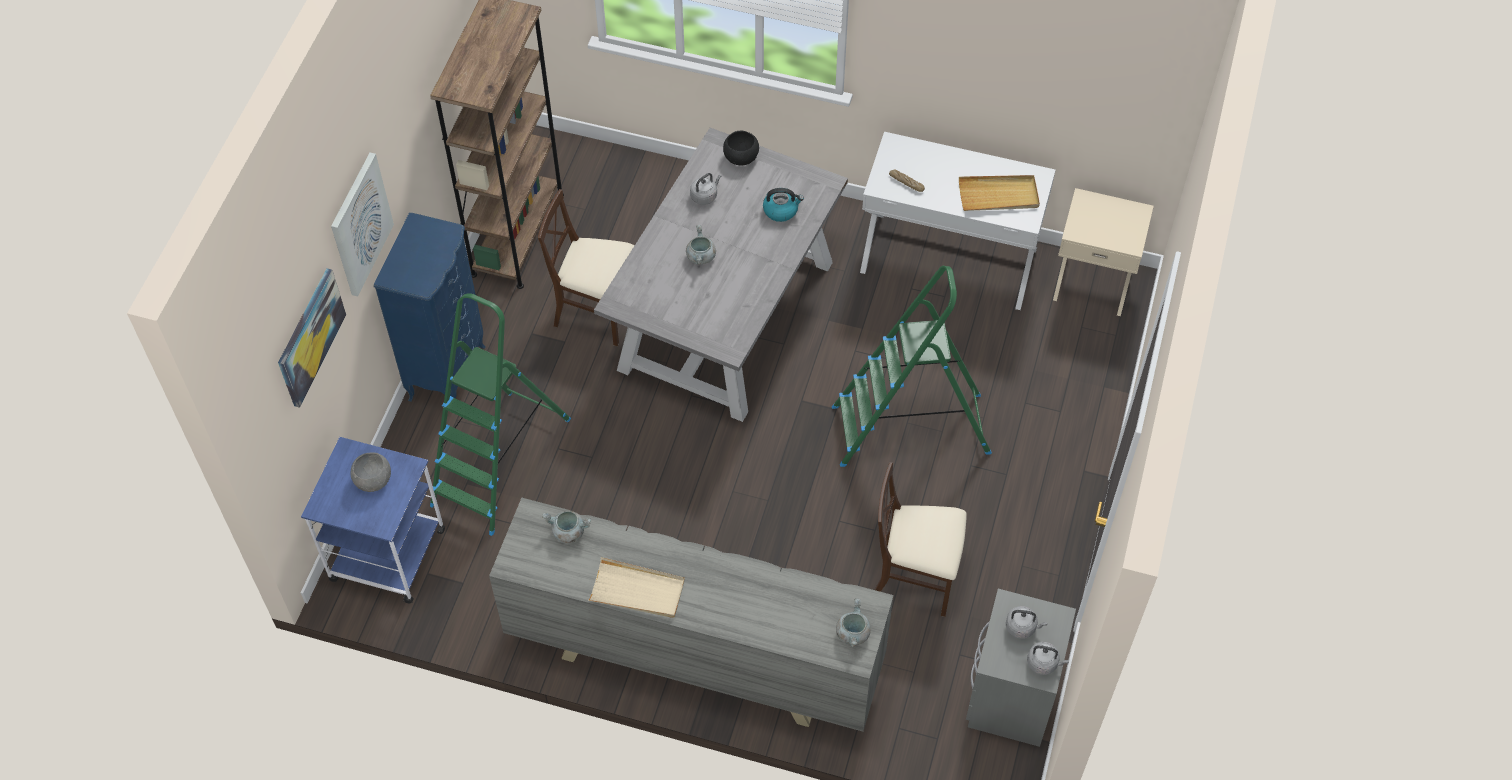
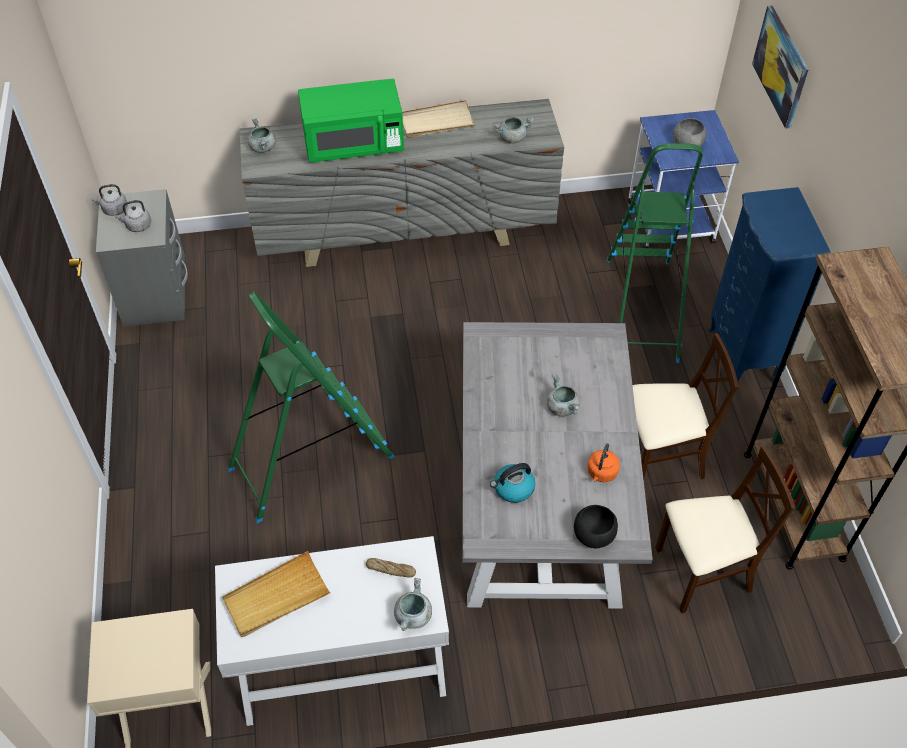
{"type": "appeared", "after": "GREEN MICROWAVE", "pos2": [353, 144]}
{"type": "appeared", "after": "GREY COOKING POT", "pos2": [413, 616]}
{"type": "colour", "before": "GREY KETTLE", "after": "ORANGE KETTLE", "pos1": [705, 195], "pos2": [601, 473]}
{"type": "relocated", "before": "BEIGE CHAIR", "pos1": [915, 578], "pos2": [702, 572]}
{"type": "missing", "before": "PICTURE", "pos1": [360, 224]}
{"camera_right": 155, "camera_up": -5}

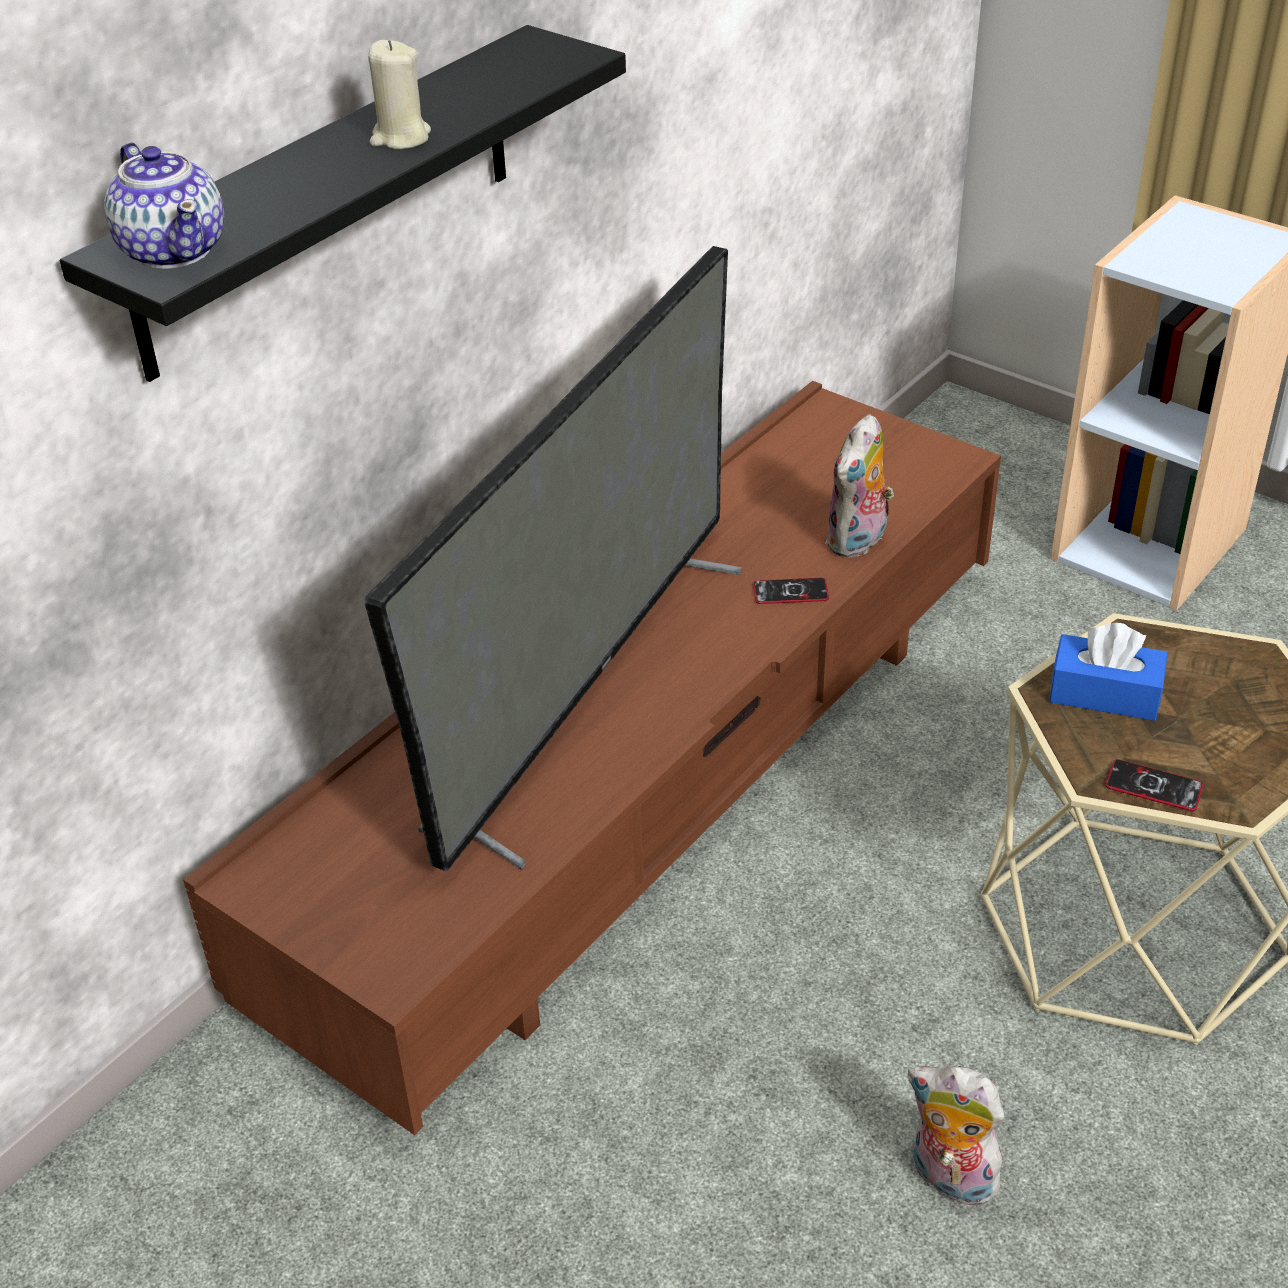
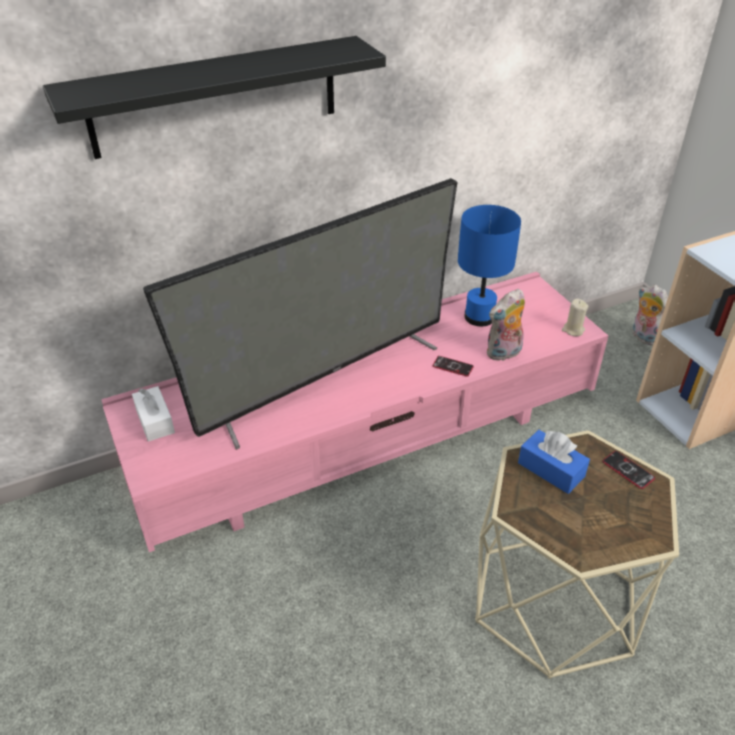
{"type": "colour", "before": "BROWN TV STAND", "after": "PINK TV STAND", "pos1": [646, 779], "pos2": [367, 435]}
{"type": "appeared", "after": "WHITE TISSUE BOX", "pos2": [155, 421]}
{"type": "appeared", "after": "BLUE TABLE LAMP", "pos2": [479, 317]}
{"type": "relocated", "before": "BEIGE CANDLE", "pos1": [400, 138], "pos2": [573, 330]}
{"type": "relocated", "before": "PHONE", "pos1": [1153, 786], "pos2": [628, 470]}
{"type": "relocated", "before": "PLUSH TOY", "pos1": [949, 1178], "pos2": [642, 337]}
{"type": "missing", "before": "TEAPOT", "pos1": [174, 250]}
{"camera_right": 25, "camera_up": 0}

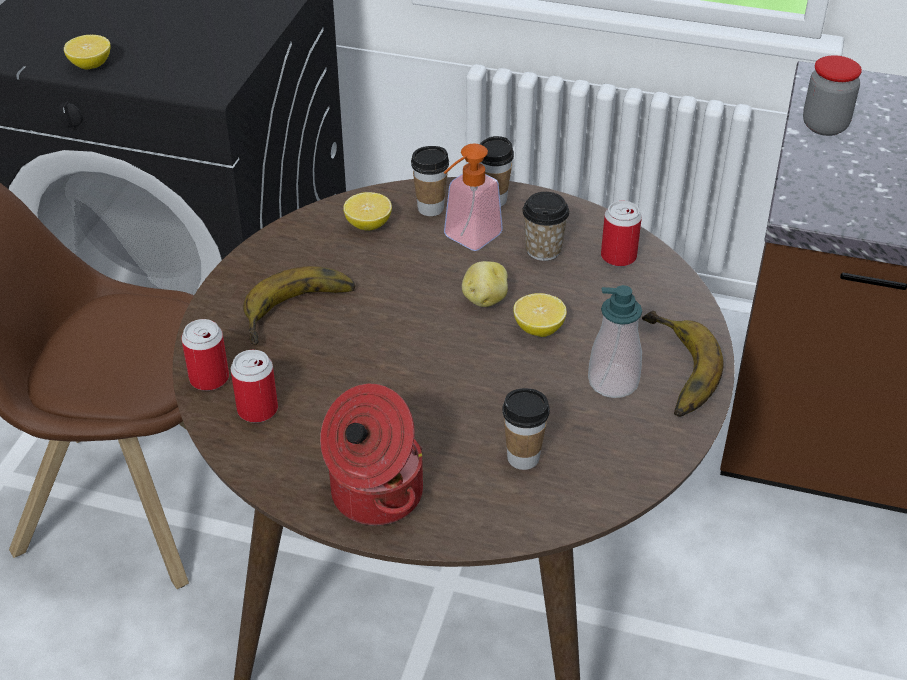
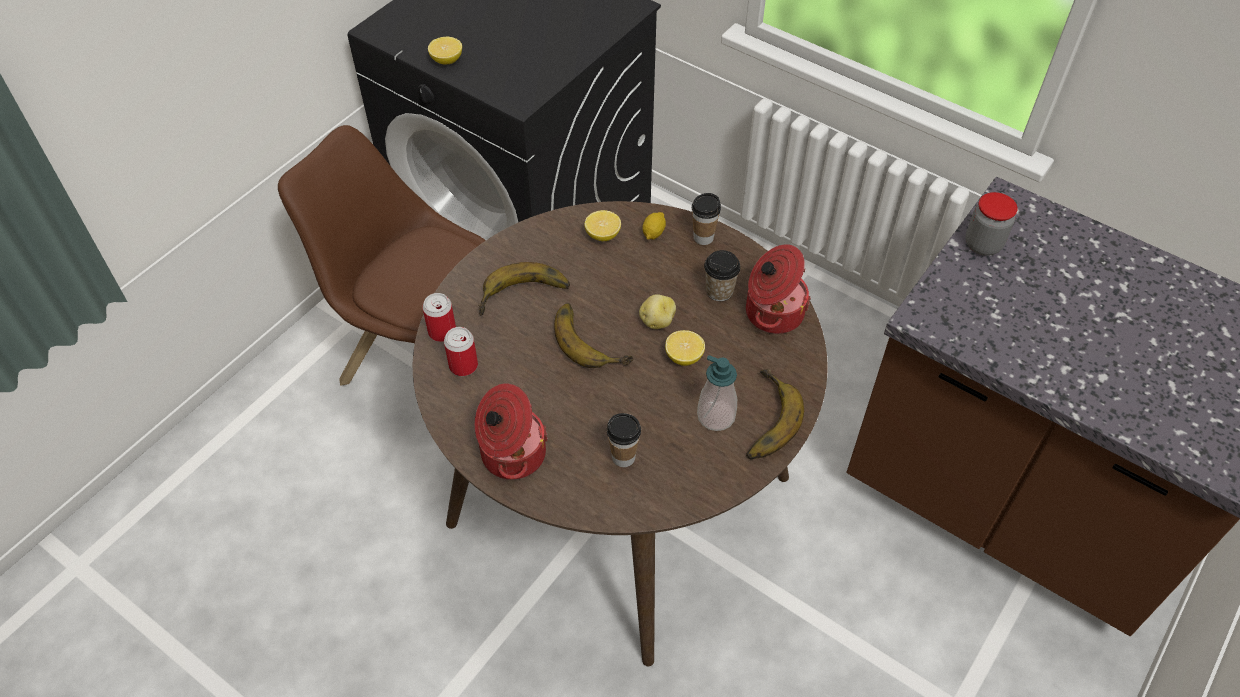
{"type": "appeared", "after": "BANANA", "pos2": [592, 338]}
{"type": "exchanged", "before": "CUP", "after": "LEMON", "pos1": [430, 208], "pos2": [653, 233]}
{"type": "exchanged", "before": "CAN", "after": "COOKING POT", "pos1": [618, 257], "pos2": [772, 312]}
{"type": "missing", "before": "SOAP DISPENSER", "pos1": [466, 240]}
{"camera_right": 20, "camera_up": 10}

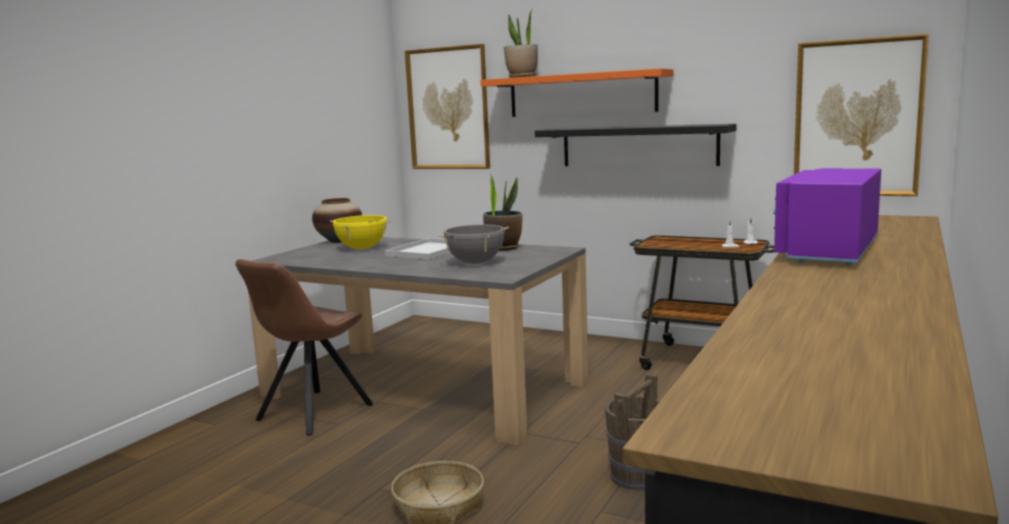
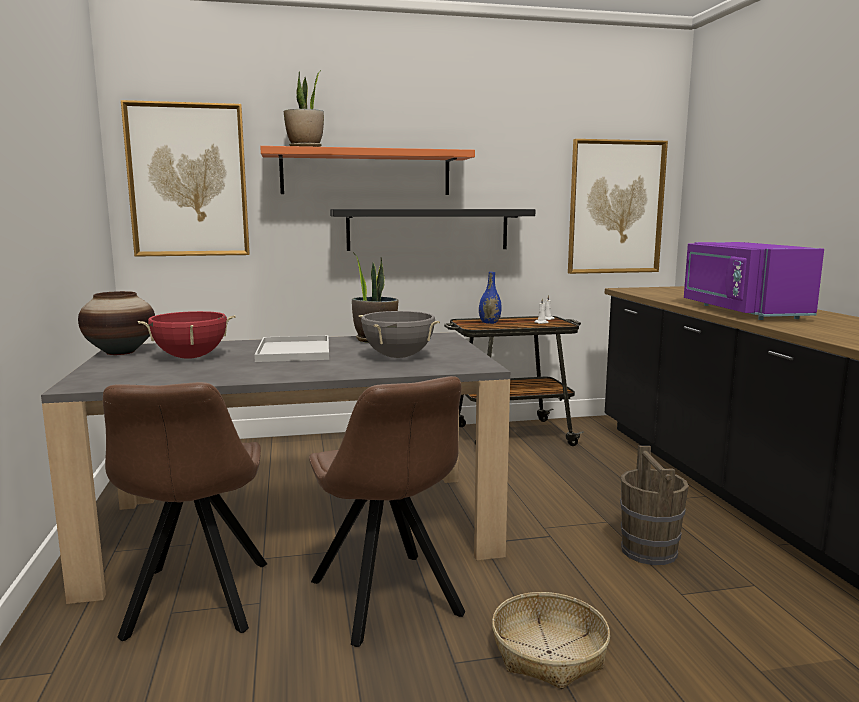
{"type": "colour", "before": "YELLOW COOKING POT", "after": "RED COOKING POT", "pos1": [362, 248], "pos2": [191, 357]}
{"type": "appeared", "after": "BROWN CHAIR", "pos2": [387, 598]}
{"type": "appeared", "after": "BLUE VASE", "pos2": [489, 322]}
{"camera_right": -40, "camera_up": 0}

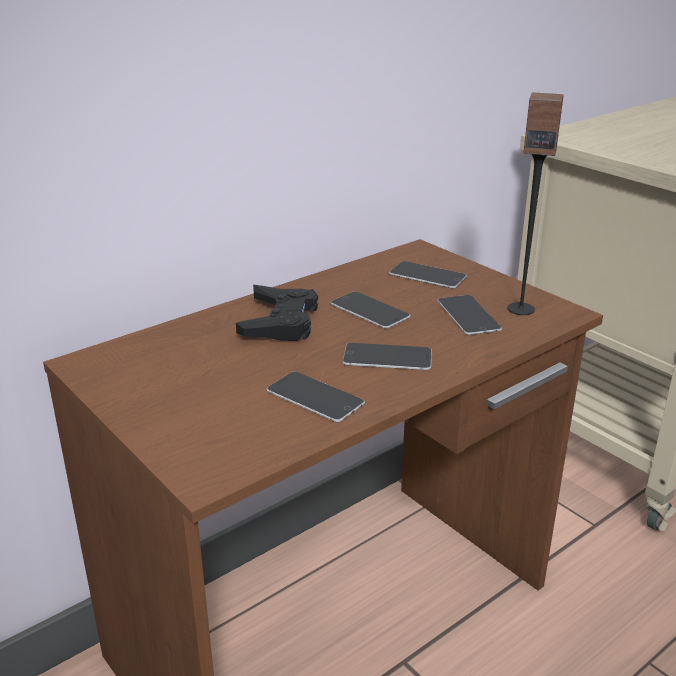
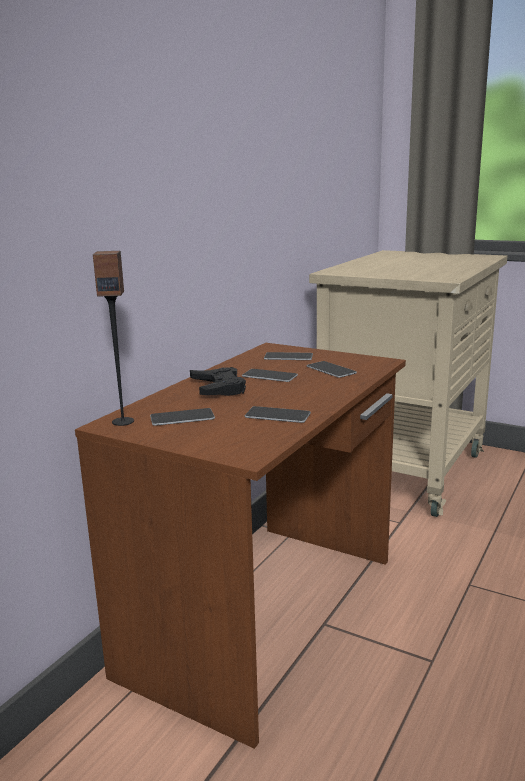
{"type": "relocated", "before": "SPEAKER", "pos1": [521, 309], "pos2": [123, 421]}
{"type": "relocated", "before": "PHONE", "pos1": [387, 357], "pos2": [182, 417]}
{"camera_right": -20, "camera_up": -10}

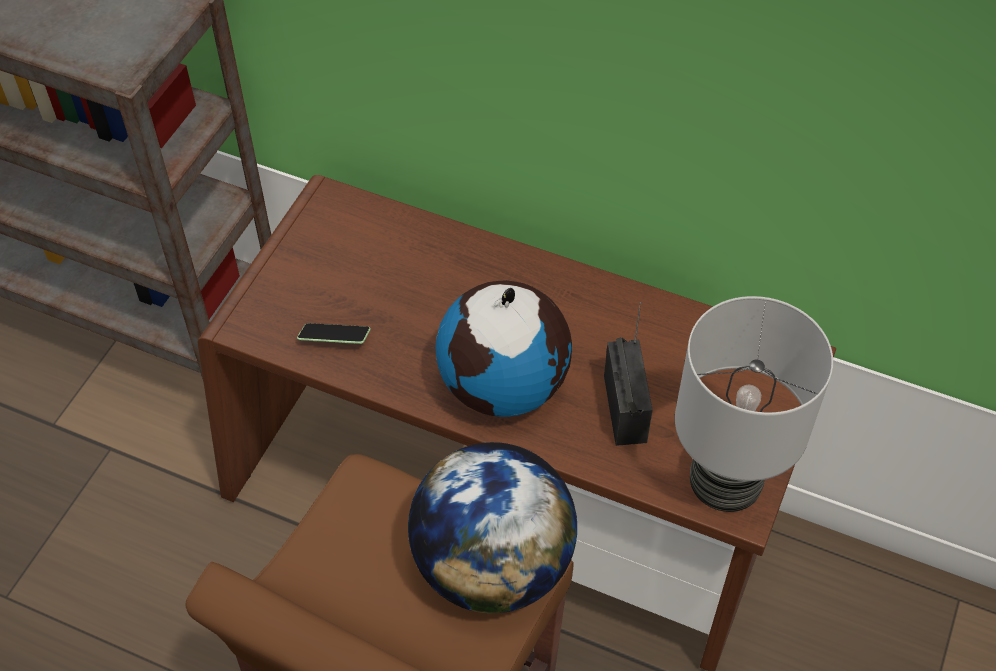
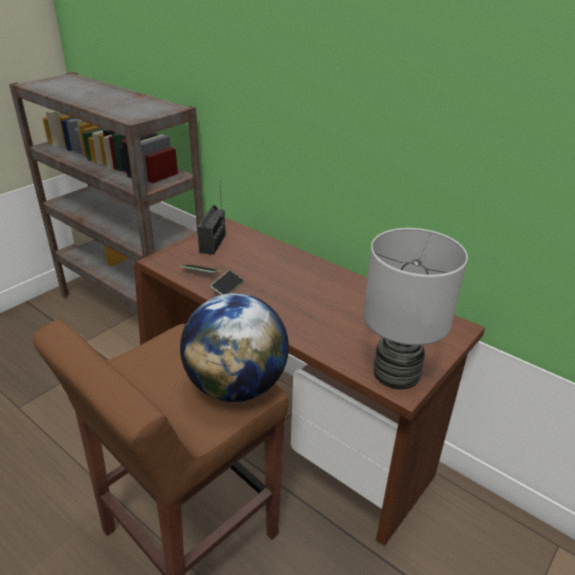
{"type": "relocated", "before": "RADIO", "pos1": [625, 409], "pos2": [213, 244]}
{"type": "appeared", "after": "PHONE", "pos2": [227, 288]}
{"type": "missing", "before": "GLOBE", "pos1": [505, 386]}
{"camera_right": 15, "camera_up": -20}

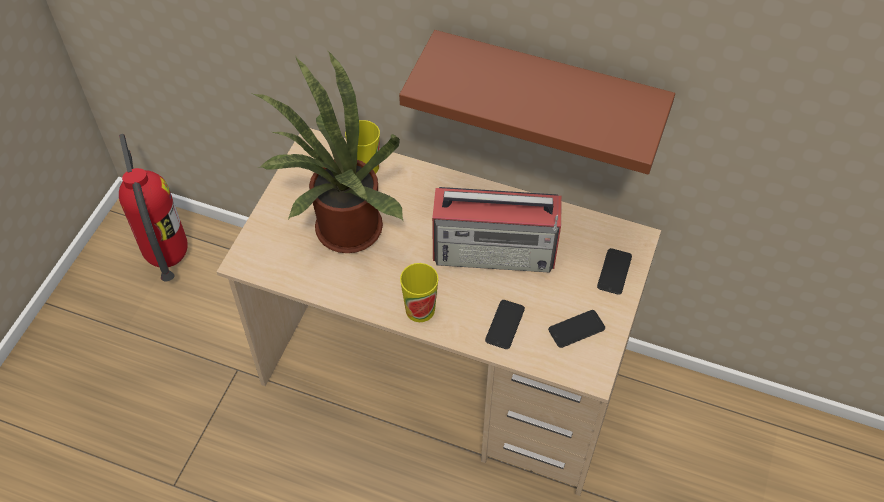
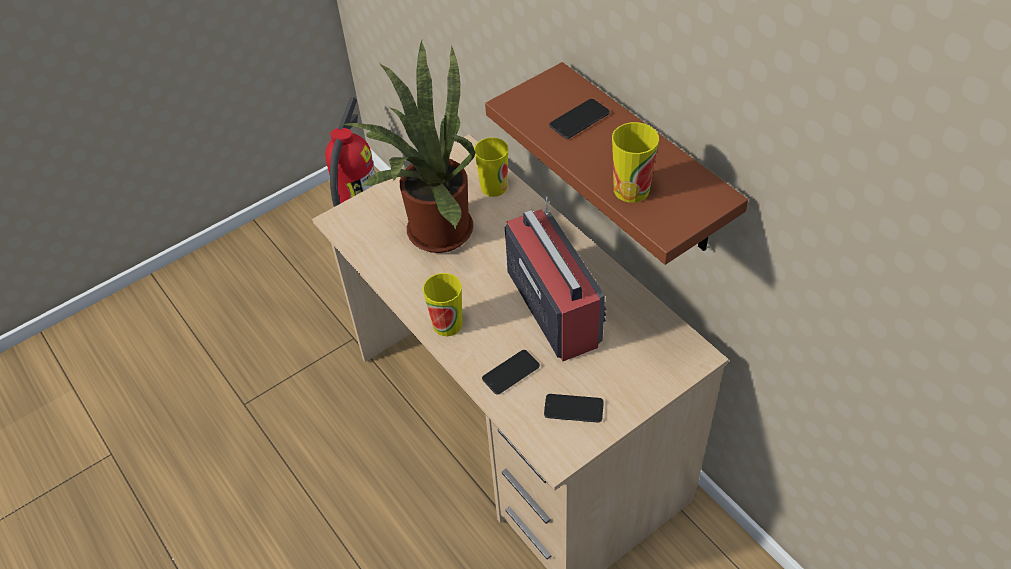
{"type": "spun", "before": "RADIO", "pos1": [496, 251], "pos2": [552, 306], "turn": -150}
{"type": "relocated", "before": "PHONE", "pos1": [614, 272], "pos2": [579, 119]}
{"type": "appeared", "after": "CUP", "pos2": [631, 189]}
{"camera_right": 35, "camera_up": -5}

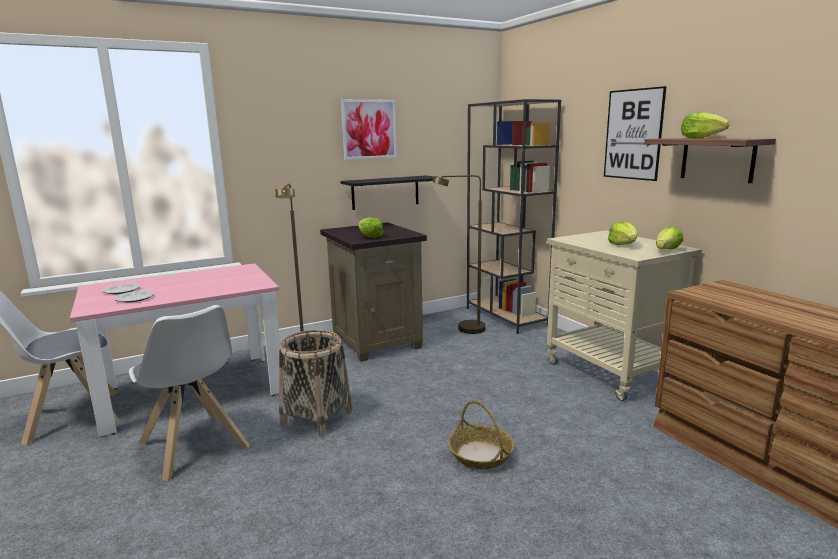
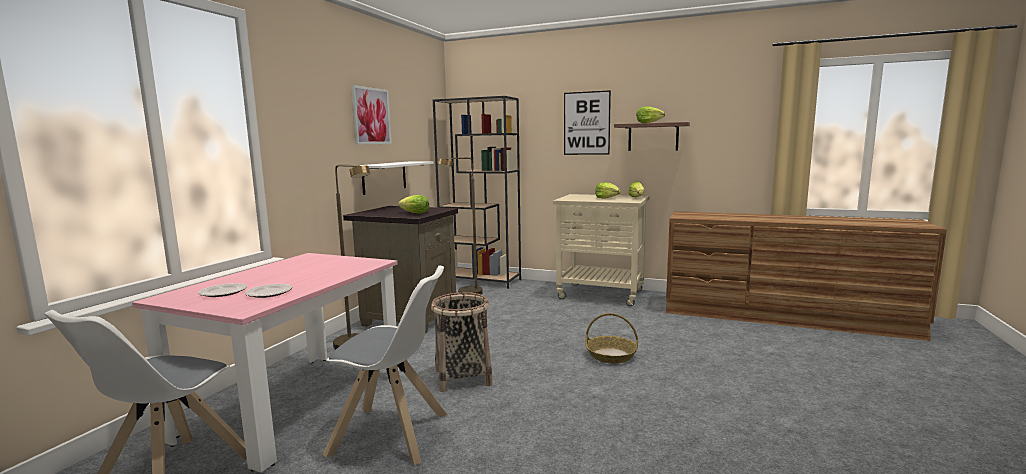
{"type": "colour", "before": "BLACK SHELF", "after": "WHITE SHELF", "pos1": [385, 192], "pos2": [384, 177]}
{"camera_right": -40, "camera_up": -5}

